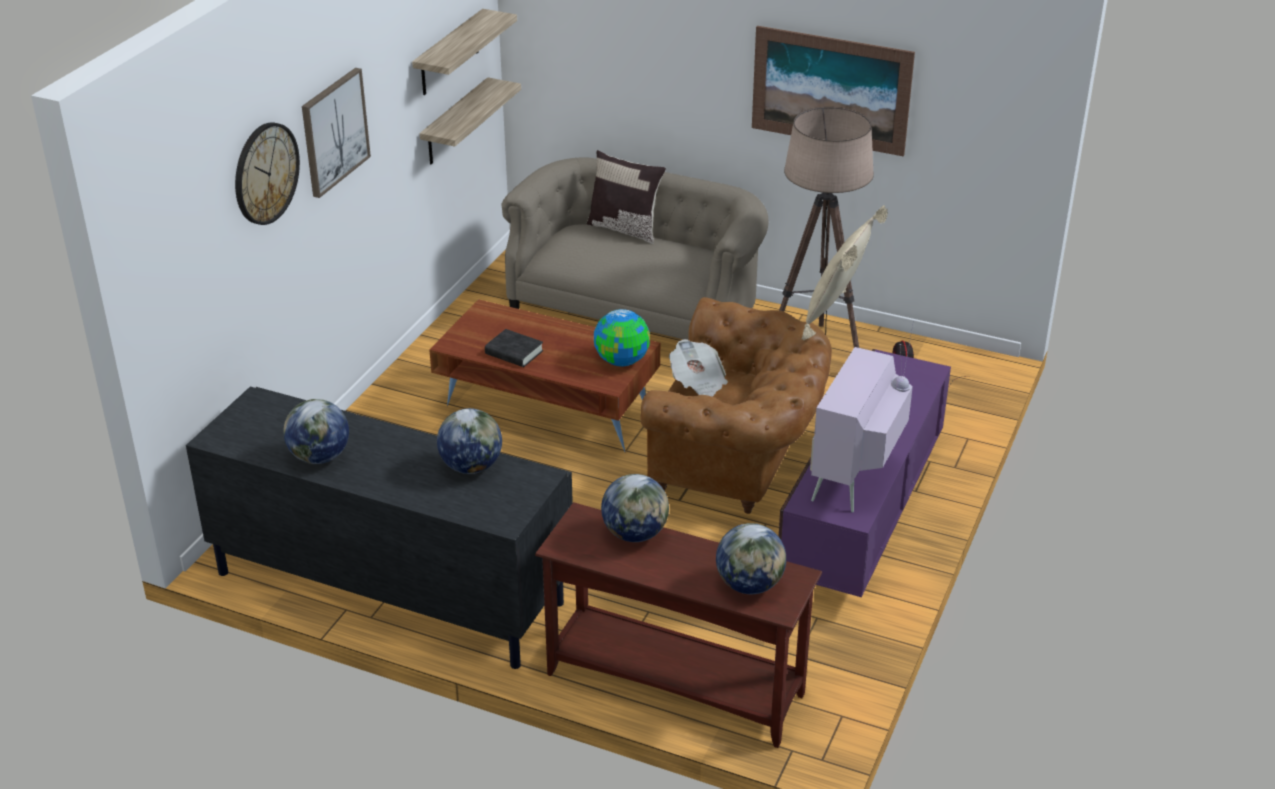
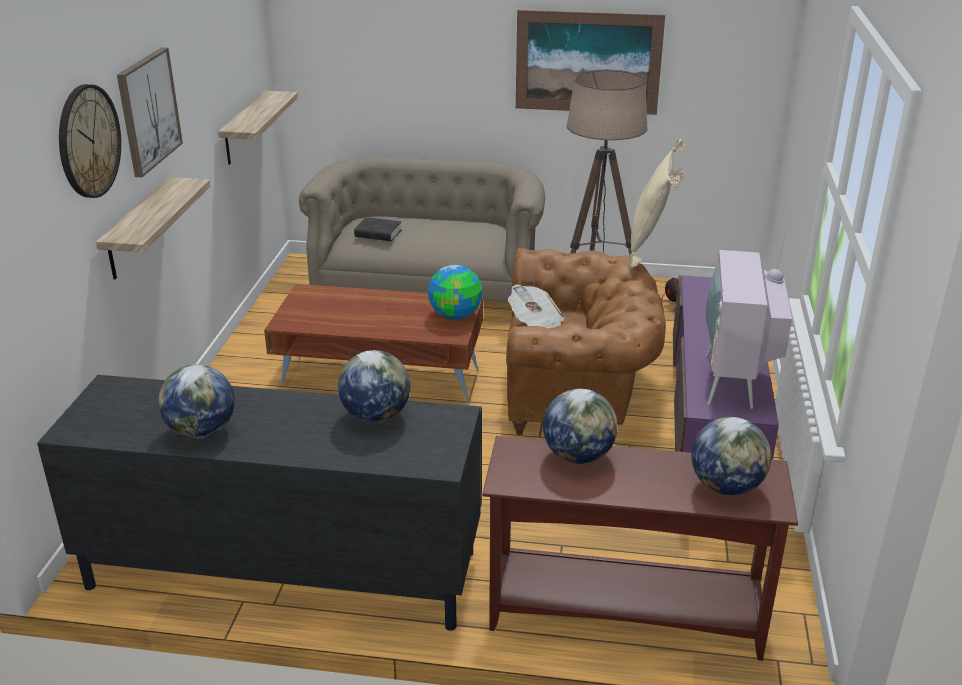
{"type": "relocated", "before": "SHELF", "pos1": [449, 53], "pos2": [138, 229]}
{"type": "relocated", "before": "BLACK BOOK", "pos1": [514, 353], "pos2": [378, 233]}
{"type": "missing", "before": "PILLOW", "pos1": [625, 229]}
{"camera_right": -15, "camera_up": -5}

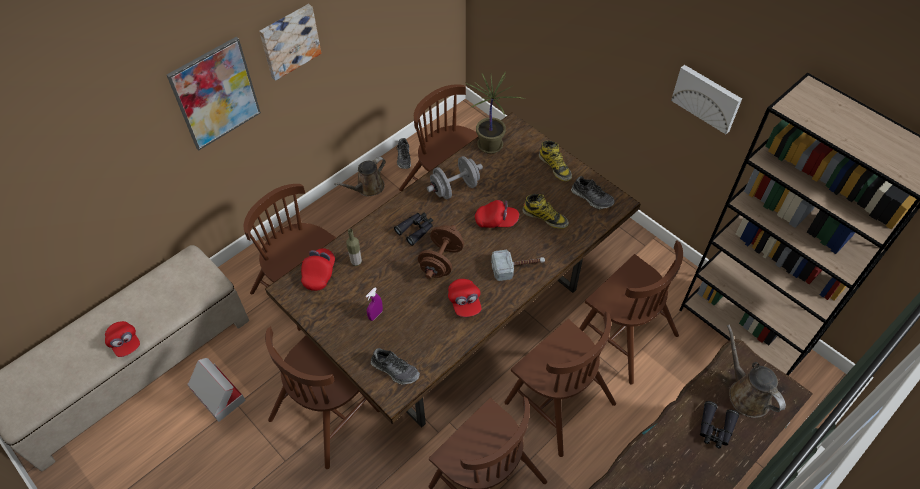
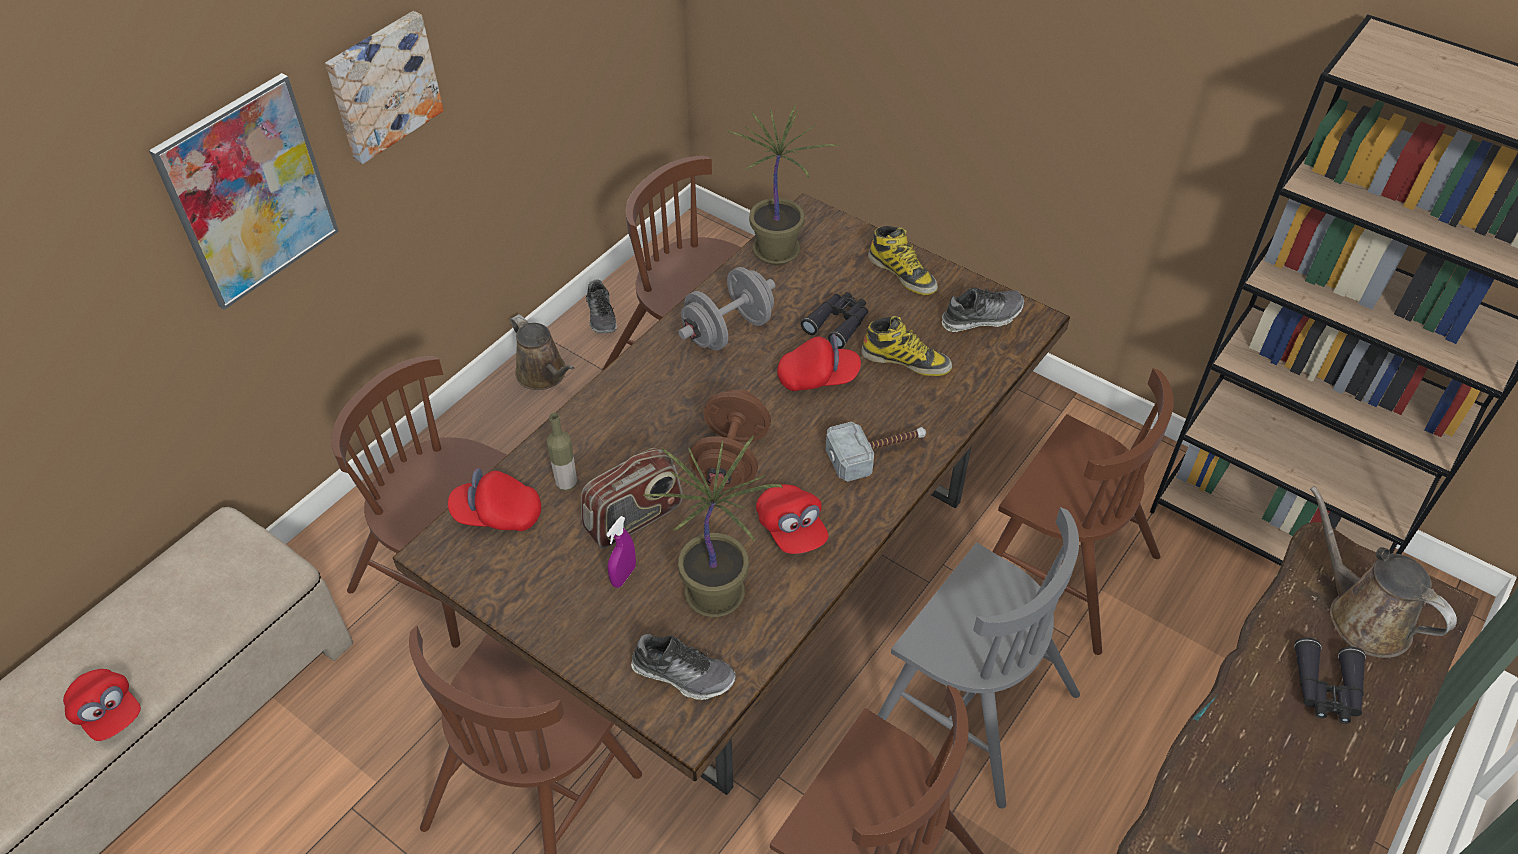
{"type": "spun", "before": "RED CAP", "pos1": [319, 273], "pos2": [497, 514], "turn": -90}
{"type": "spun", "before": "BROWN WATERING CAN", "pos1": [368, 188], "pos2": [544, 374], "turn": -75}
{"type": "appeared", "after": "RADIO", "pos2": [634, 518]}
{"type": "appeared", "after": "POTTED PLANT", "pos2": [717, 593]}
{"type": "relocated", "before": "BLACK BINOCULARS", "pos1": [416, 229], "pos2": [838, 323]}
{"type": "colour", "before": "BROWN CHAIR", "after": "GREY CHAIR", "pos1": [555, 398], "pos2": [967, 702]}
{"type": "spun", "before": "SHOE", "pos1": [592, 198], "pos2": [982, 317], "turn": -45}
{"type": "missing", "before": "CARDBOARD BOX", "pos1": [218, 395]}
{"type": "missing", "before": "PICTURE", "pos1": [707, 98]}
{"camera_right": -10, "camera_up": -5}

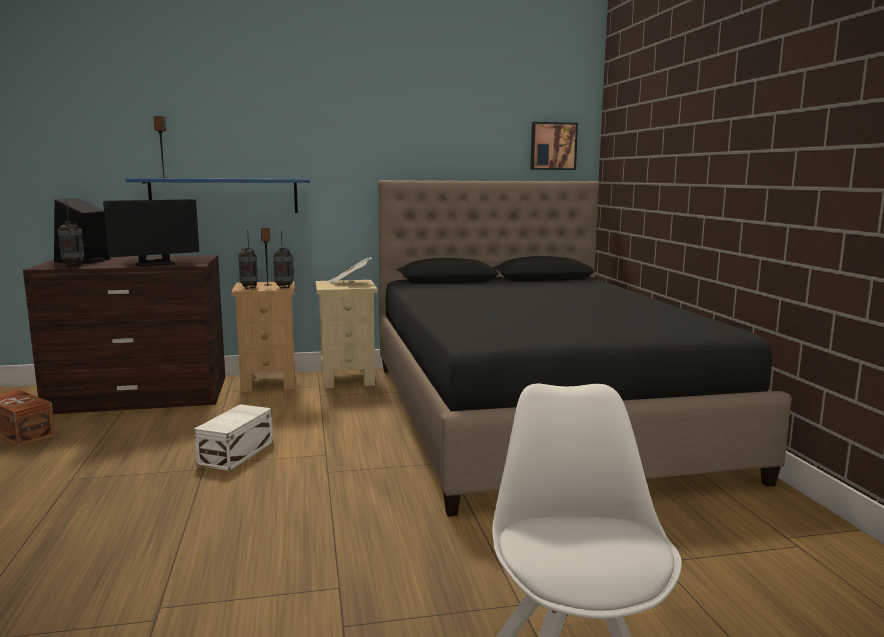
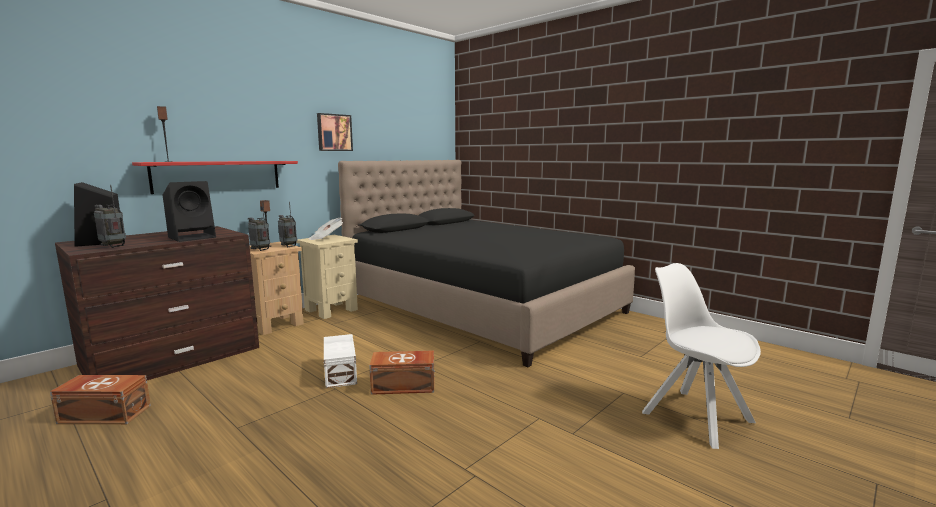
{"type": "colour", "before": "BLUE SHELF", "after": "RED SHELF", "pos1": [224, 196], "pos2": [218, 176]}
{"type": "exchanged", "before": "MONITOR", "after": "BLACK SPEAKER", "pos1": [155, 264], "pos2": [193, 237]}
{"type": "relocated", "before": "PICTURE", "pos1": [553, 146], "pos2": [334, 132]}
{"type": "appeared", "after": "BROWN STORAGE BOX", "pos2": [404, 386]}
{"camera_right": -35, "camera_up": 0}

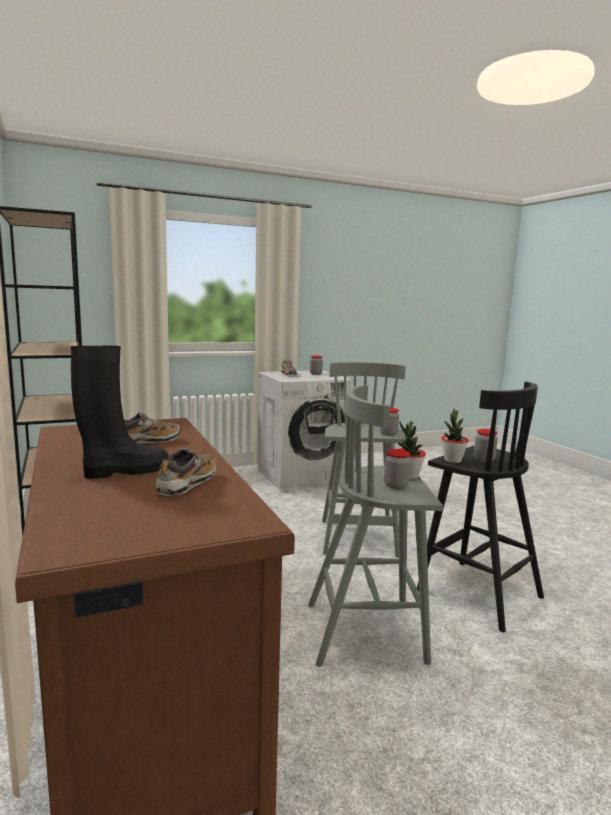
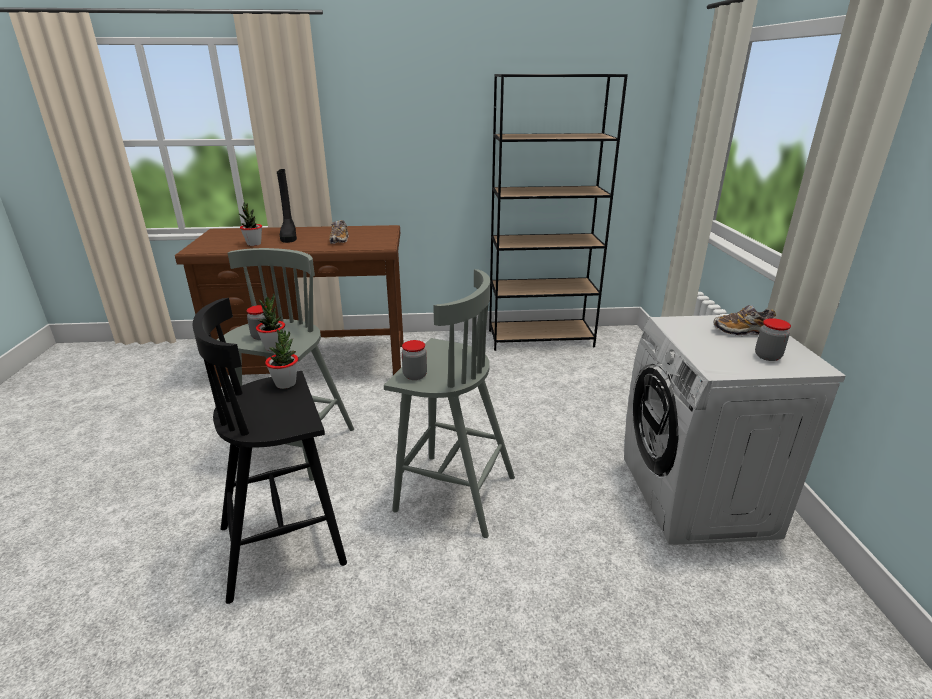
{"type": "exchanged", "before": "SHOE", "after": "POTTED PLANT", "pos1": [187, 484], "pos2": [254, 244]}
{"type": "missing", "before": "JAR", "pos1": [484, 460]}
{"camera_right": 110, "camera_up": 15}

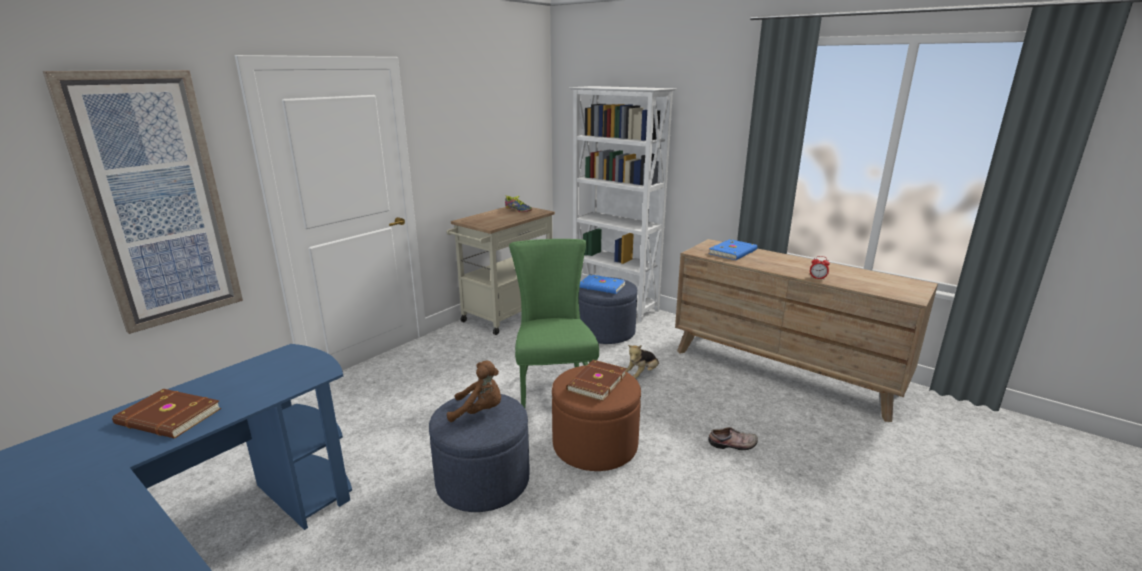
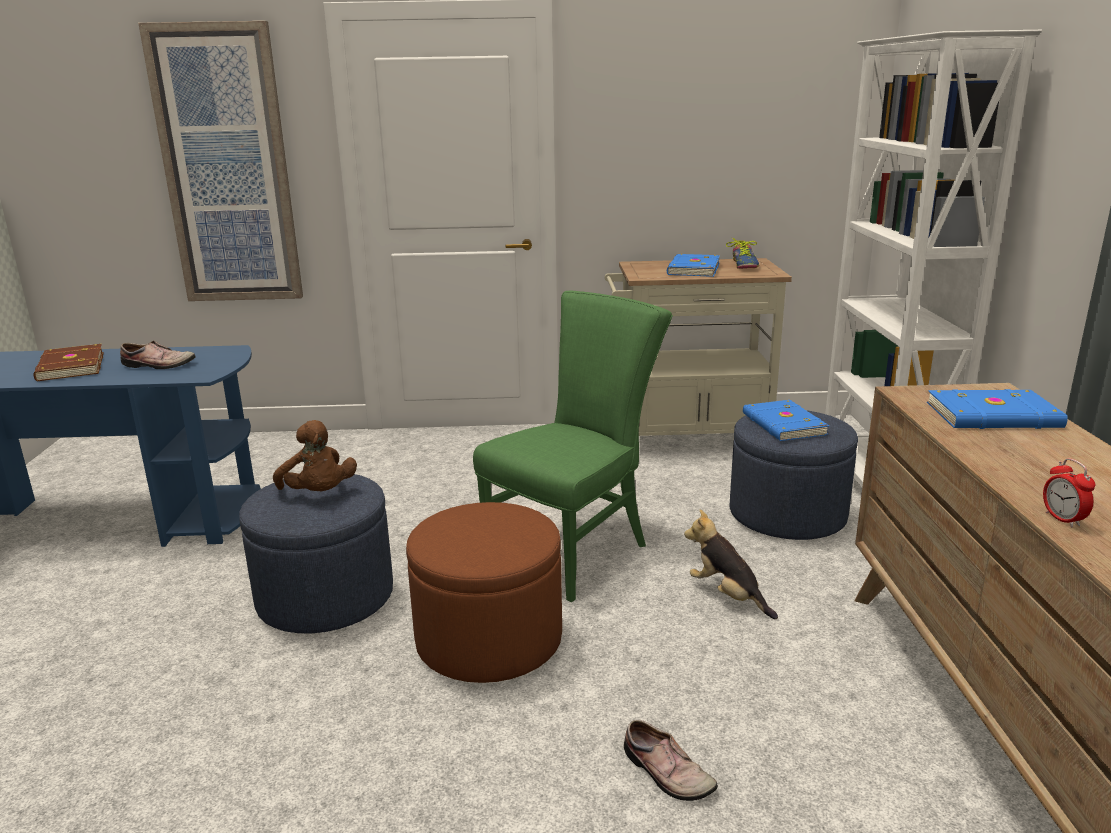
{"type": "appeared", "after": "SHOE", "pos2": [158, 365]}
{"type": "appeared", "after": "BLUE BOOK", "pos2": [692, 269]}
{"type": "spun", "before": "PLUSH TOY", "pos1": [642, 374], "pos2": [727, 595], "turn": 45}
{"type": "missing", "before": "BROWN BOOK", "pos1": [595, 382]}
{"camera_right": 50, "camera_up": 0}

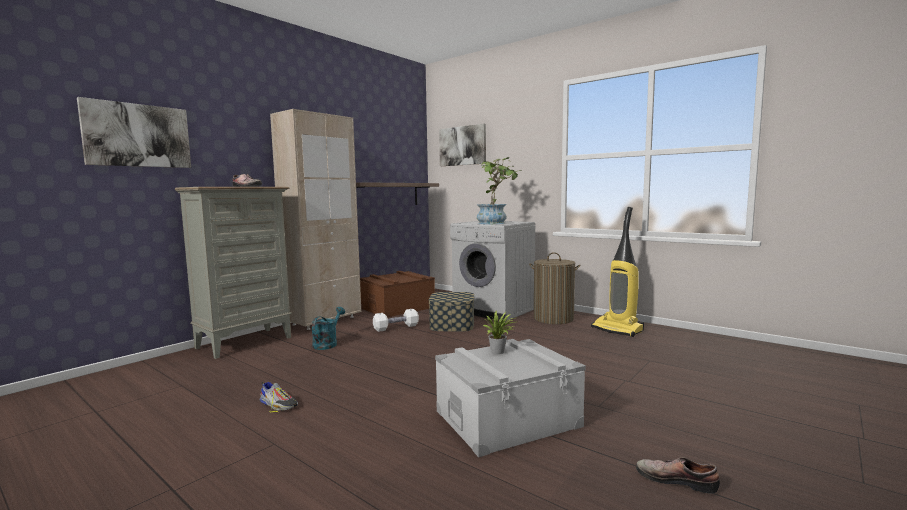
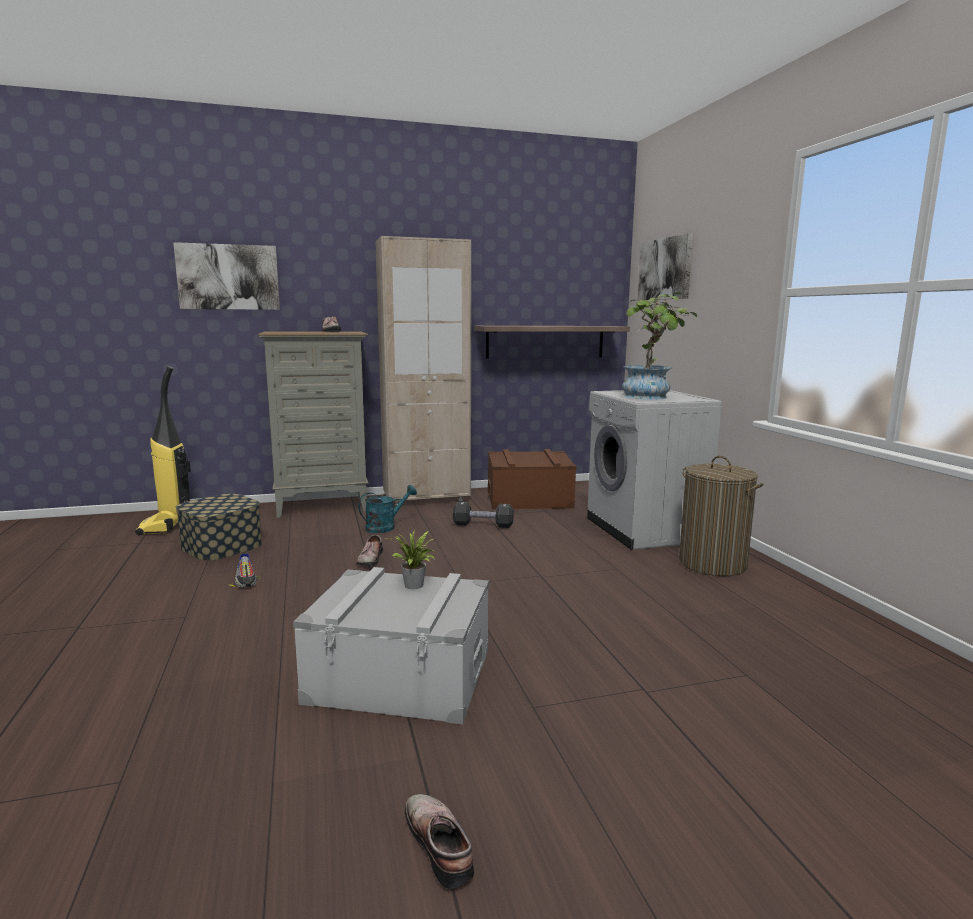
{"type": "relocated", "before": "VACUUM CLEANER", "pos1": [618, 330], "pos2": [166, 525]}
{"type": "relocated", "before": "STORAGE BOX", "pos1": [452, 324], "pos2": [222, 545]}
{"type": "appeared", "after": "SHOE", "pos2": [369, 559]}
{"type": "colour", "before": "WHITE DUMBBELL", "after": "BLACK DUMBBELL", "pos1": [396, 327], "pos2": [483, 525]}
{"camera_right": 35, "camera_up": 5}

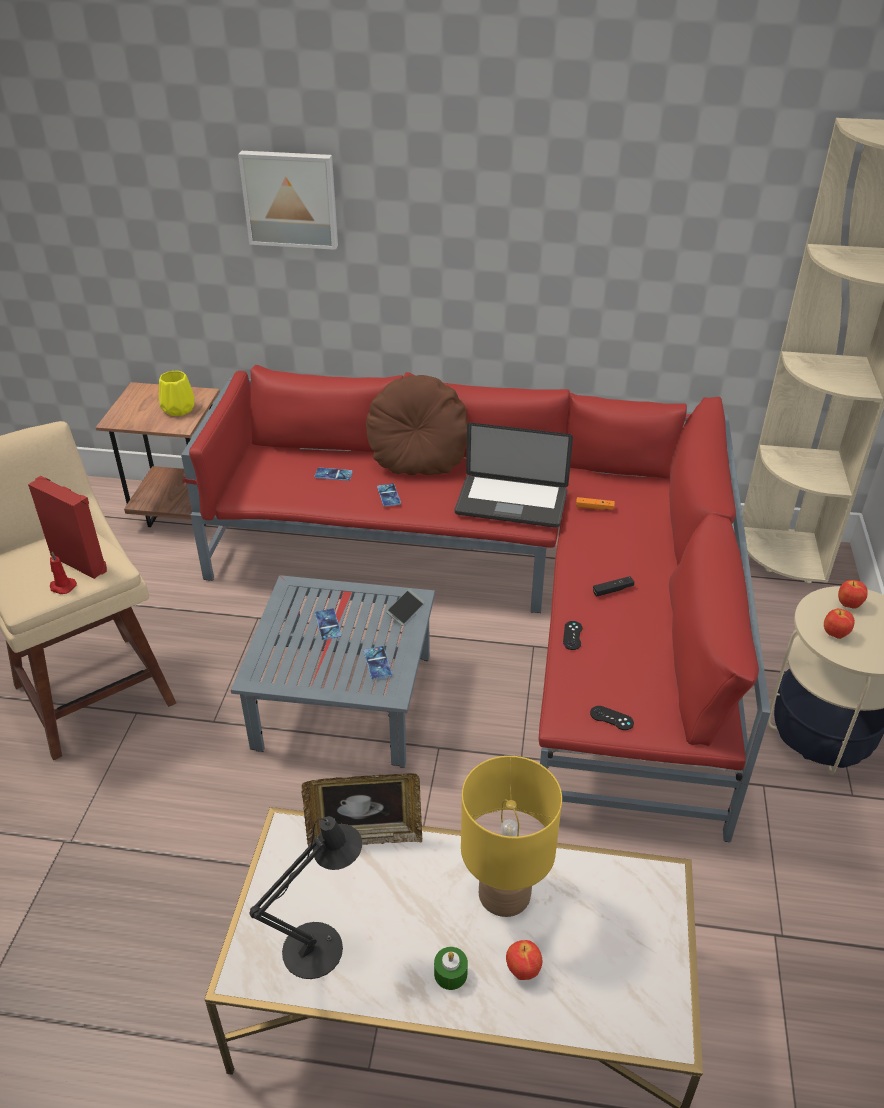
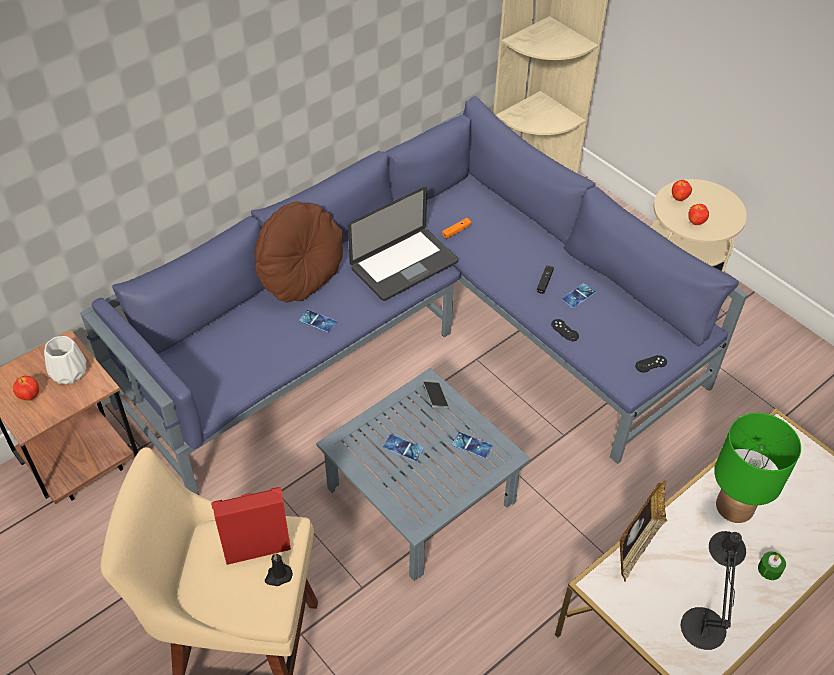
{"type": "relocated", "before": "APPLE", "pos1": [522, 970], "pos2": [29, 396]}
{"type": "colour", "before": "YELLOW VASE", "after": "WHITE VASE", "pos1": [178, 409], "pos2": [68, 373]}
{"type": "colour", "before": "RED SOFA", "after": "BLUE SOFA", "pos1": [484, 617], "pos2": [422, 363]}
{"type": "colour", "before": "RED CANDLE", "after": "BLACK CANDLE", "pos1": [62, 587], "pos2": [278, 576]}
{"type": "relocated", "before": "PHONE", "pos1": [333, 474], "pos2": [578, 296]}
{"type": "colour", "before": "YELLOW TABLE LAMP", "after": "GREEN TABLE LAMP", "pos1": [504, 893], "pos2": [733, 507]}
{"type": "missing", "before": "PICTURE", "pos1": [290, 199]}
{"camera_right": -50, "camera_up": 10}

